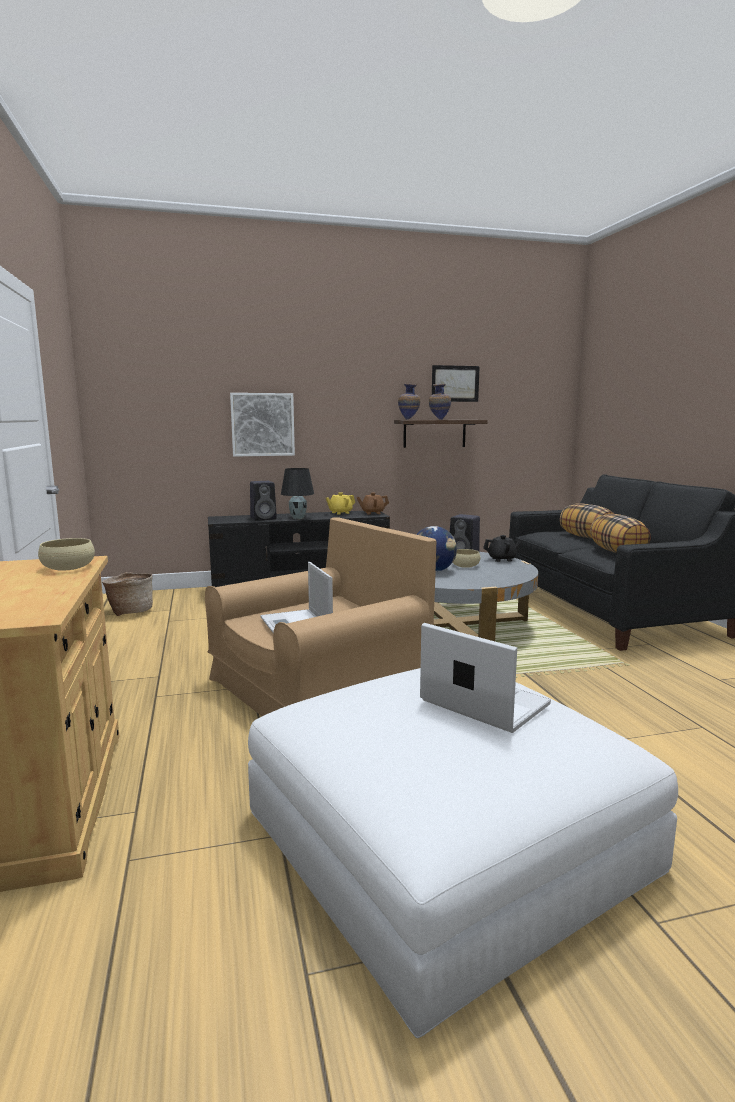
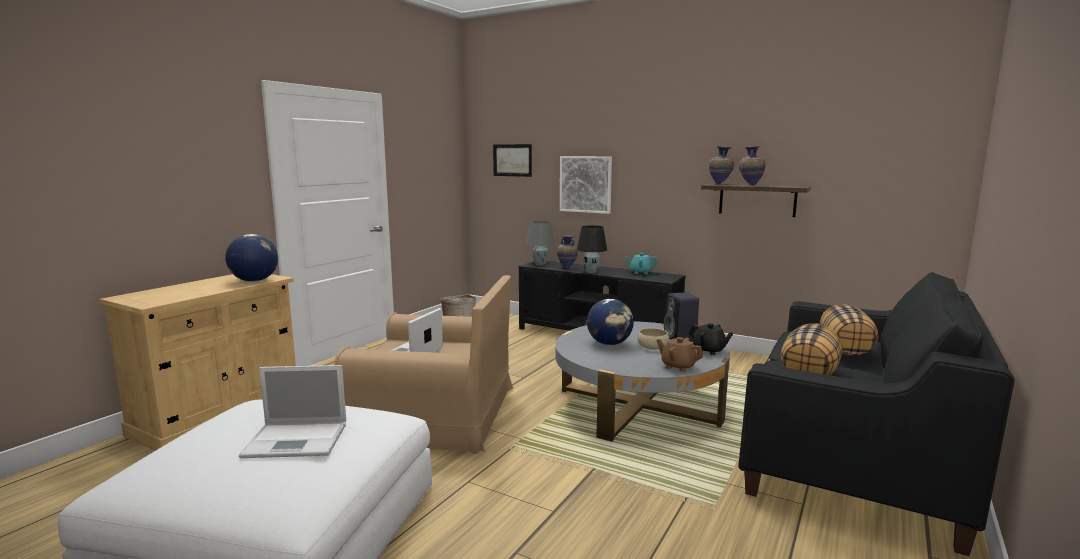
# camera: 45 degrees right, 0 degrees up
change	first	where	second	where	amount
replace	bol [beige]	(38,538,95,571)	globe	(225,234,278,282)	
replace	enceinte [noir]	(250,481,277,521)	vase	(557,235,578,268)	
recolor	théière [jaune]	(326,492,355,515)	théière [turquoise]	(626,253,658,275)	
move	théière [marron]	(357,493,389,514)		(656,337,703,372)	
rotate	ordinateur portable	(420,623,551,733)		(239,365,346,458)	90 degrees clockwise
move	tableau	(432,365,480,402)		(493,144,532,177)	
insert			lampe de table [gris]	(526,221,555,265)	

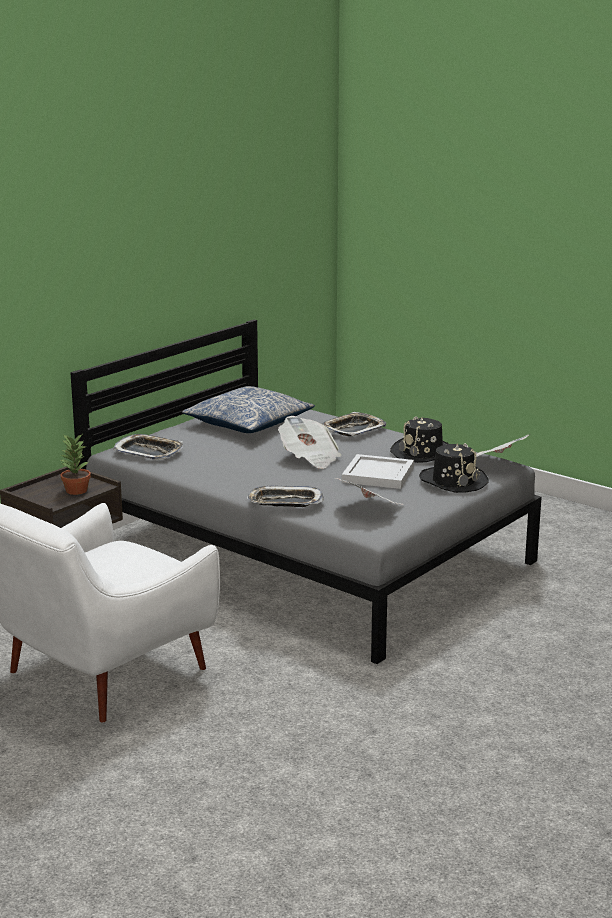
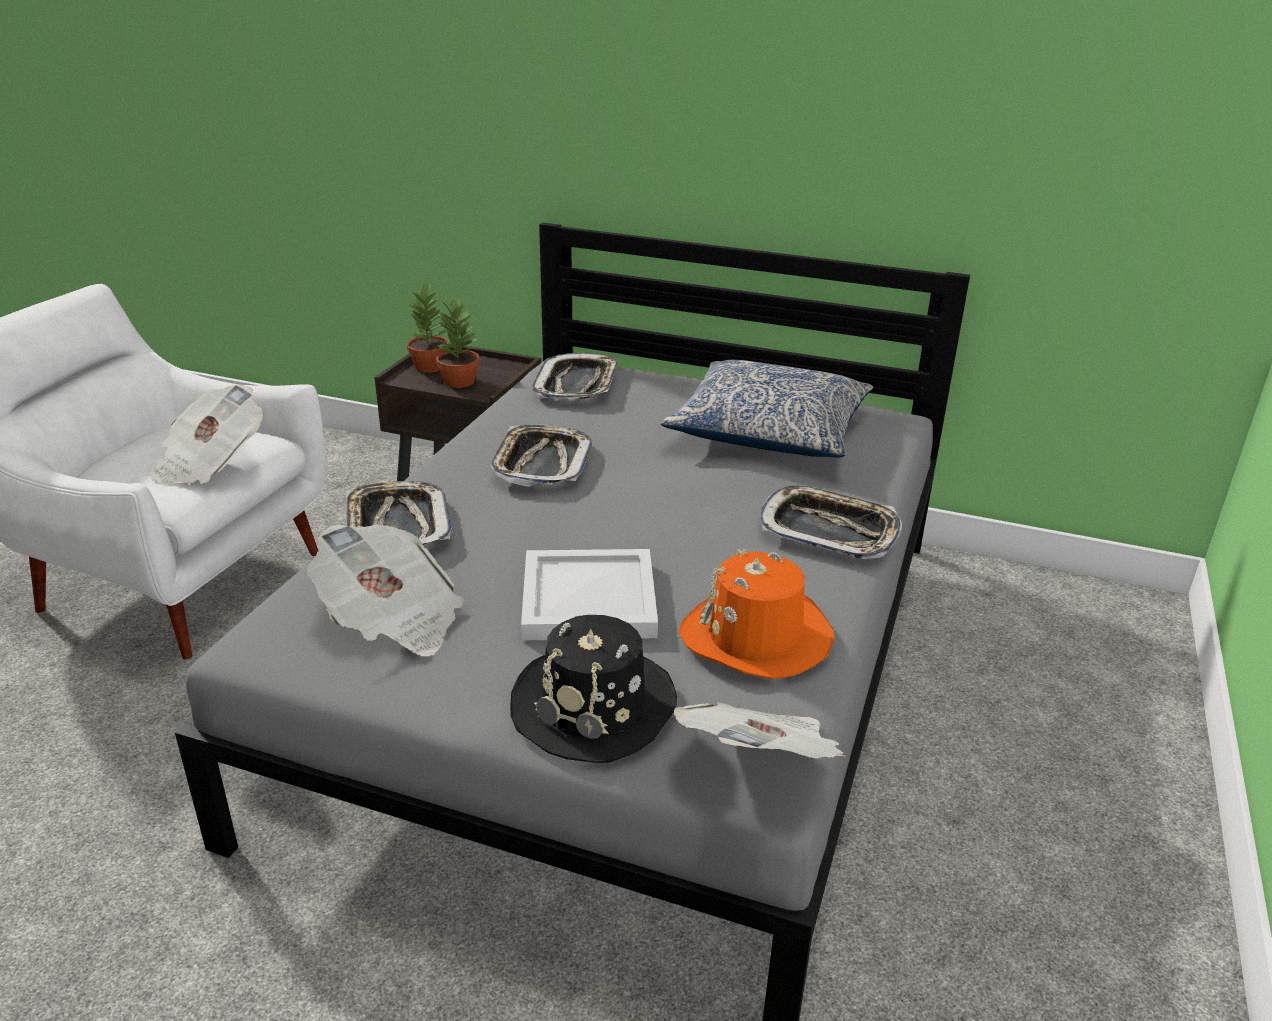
# camera: 70 degrees right, 10 degrees up
change	first	where	second	where	amount
move	journal	(278,416,341,469)		(150,384,263,484)	
recolor	chapeau [noir]	(390,416,449,463)	chapeau [orange]	(679,549,835,679)	
insert			plante en pot	(405,281,449,373)	
insert			plateau	(490,424,592,487)	

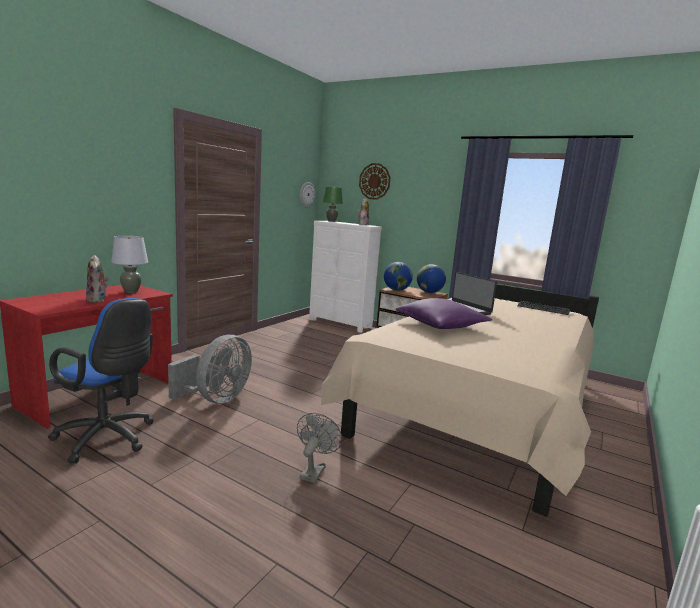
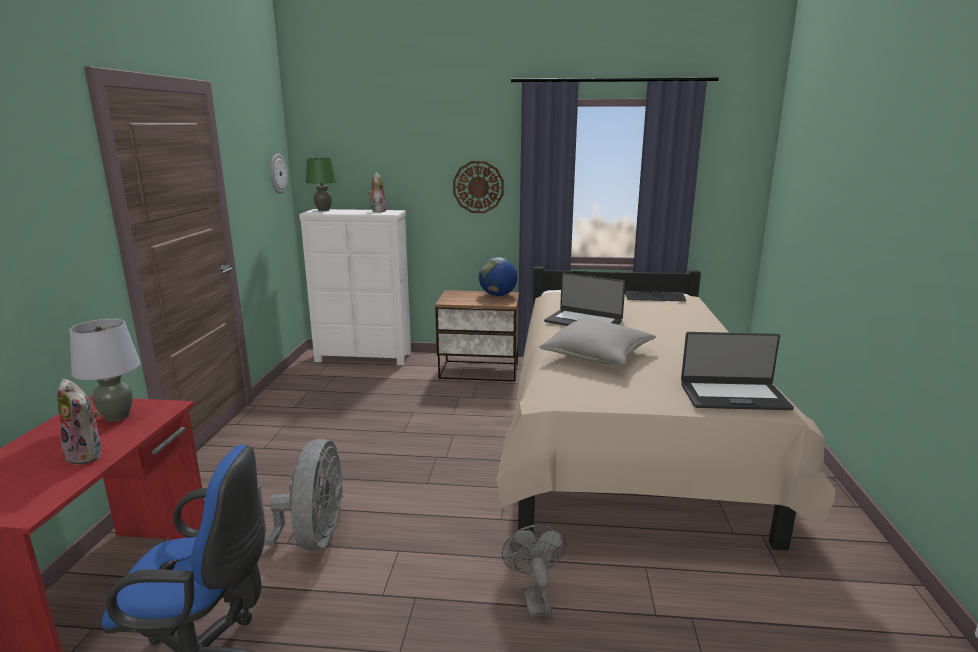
# camera: 25 degrees left, 5 degrees up
change	first	where	second	where	amount
move	horloge murale	(359,163,391,200)		(453,161,504,213)	
delete	globe	(384,262,413,291)			
recolor	coussin [violet]	(396,298,492,329)	coussin [gris]	(539,318,656,364)	
insert			ordinateur portable	(681,332,794,410)	

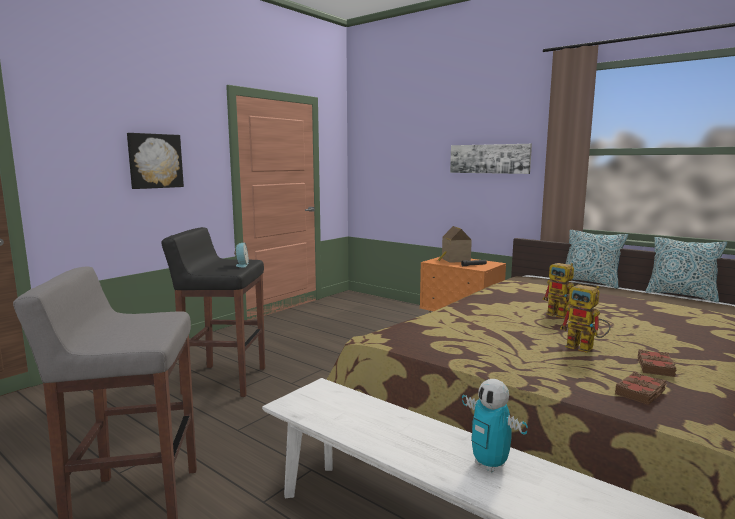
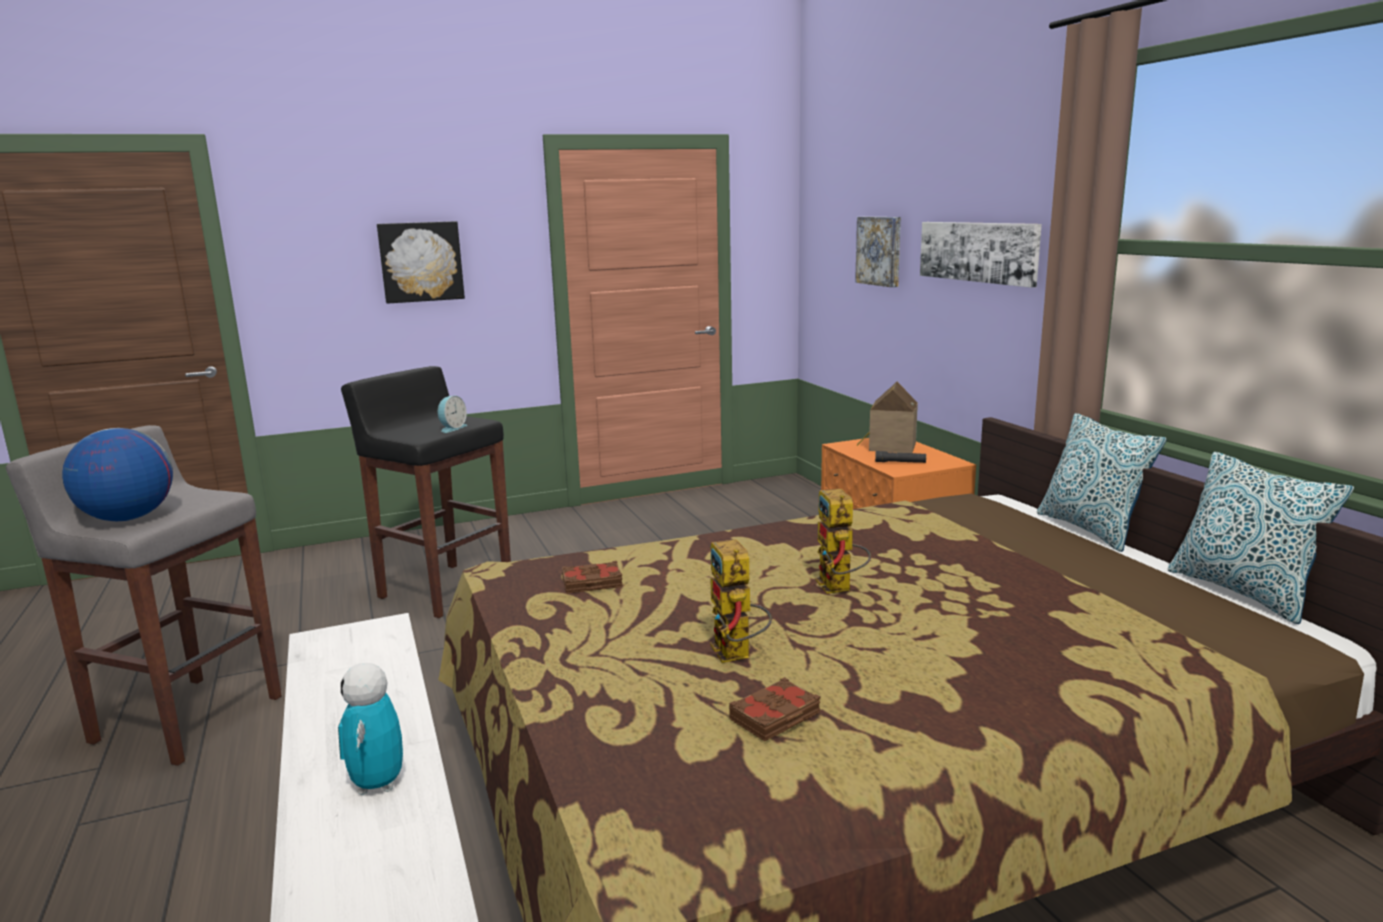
# camera: 30 degrees right, 5 degrees up
change	first	where	second	where	amount
move	livre [marron]	(615,371,666,405)		(562,561,623,594)	
insert			globe	(62,428,173,521)	
insert			tableau	(855,217,901,287)	

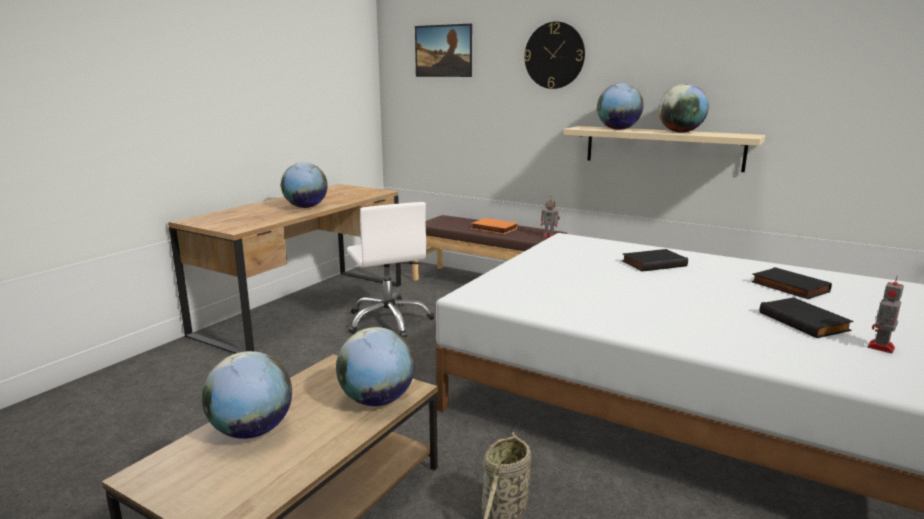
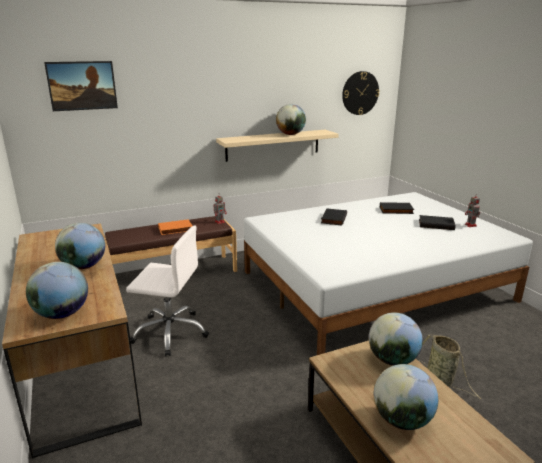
# camera: 55 degrees left, 5 degrees up
change	first	where	second	where	amount
move	horloge murale	(524,22,585,89)		(342,71,379,115)	
move	globe	(597,83,643,130)		(26,262,88,319)	

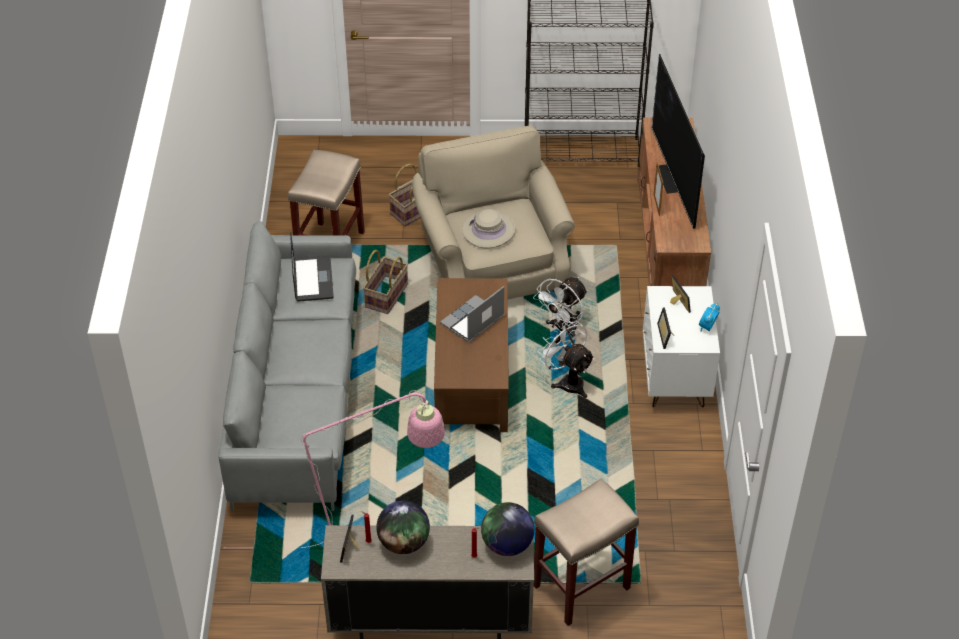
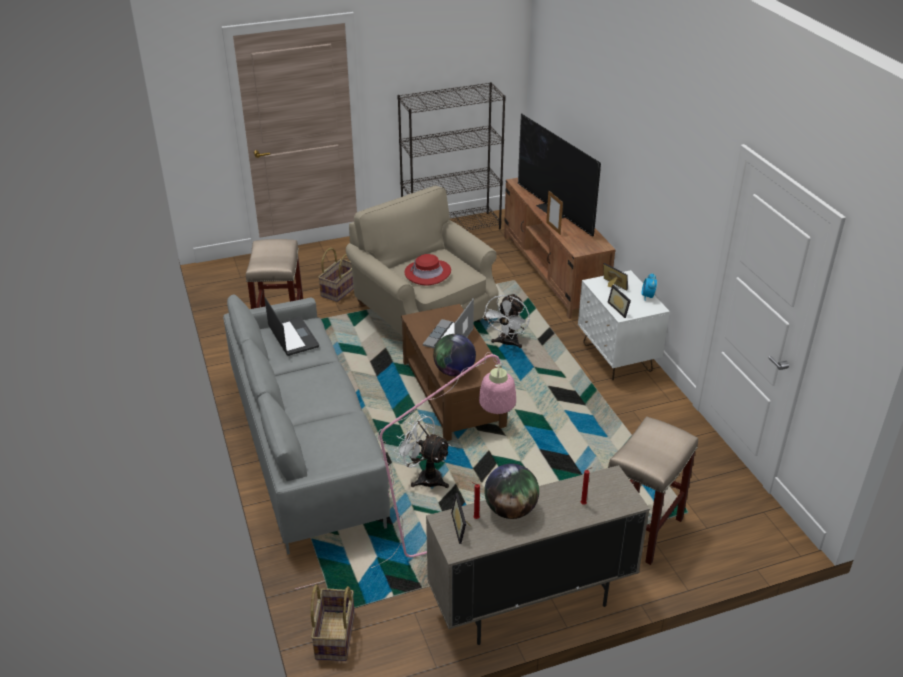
# camera: 20 degrees left, 10 degrees down
change	first	where	second	where	amount
move	panier	(363,250,408,314)		(311,585,355,661)	
recolor	chapeau [beige]	(462,209,516,249)	chapeau [rouge]	(404,254,451,285)	
move	globe	(481,502,535,556)		(433,334,476,376)	
move	ventilateur [blanc]	(538,319,595,398)		(394,413,451,488)	

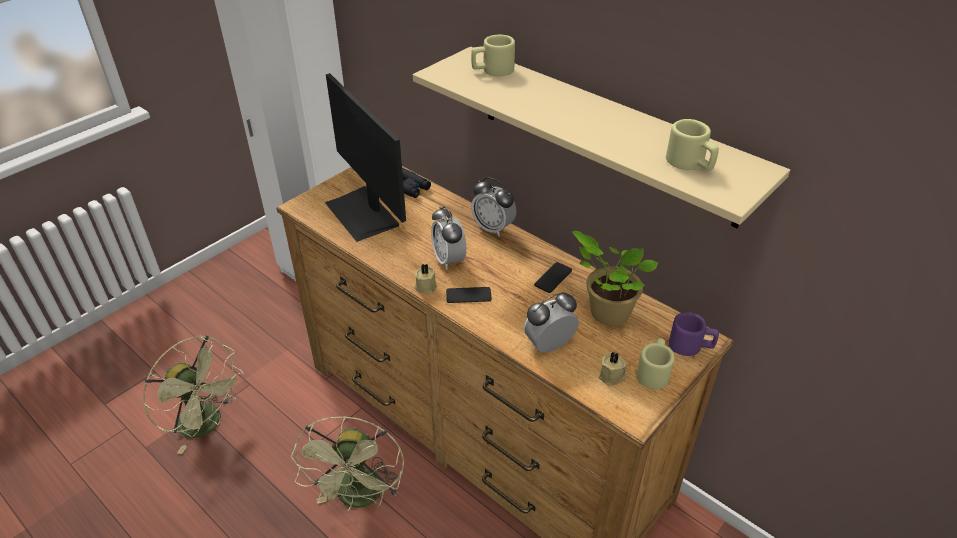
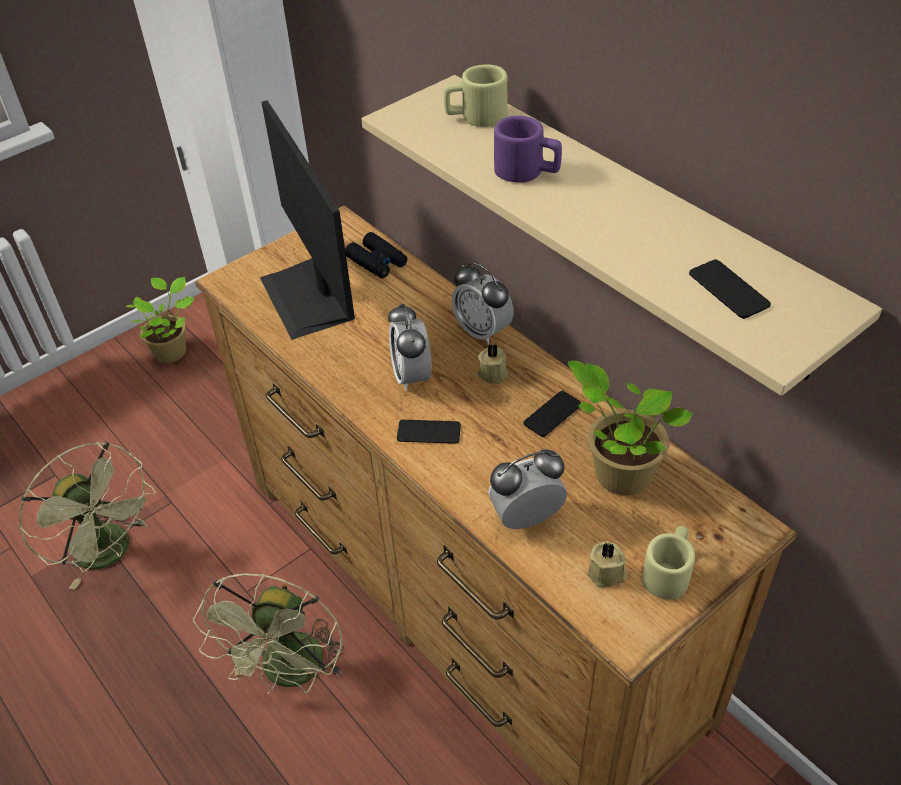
# camera: 10 degrees right, 5 degrees up
change	first	where	second	where	amount
move	bougie [beige]	(414,264,437,294)		(478,344,508,384)	
replace	mug [beige]	(666,119,719,170)	téléphone	(689,259,771,319)	
move	mug [violet]	(669,312,719,356)		(494,116,562,183)	
insert			plante en pot	(125,277,194,363)	

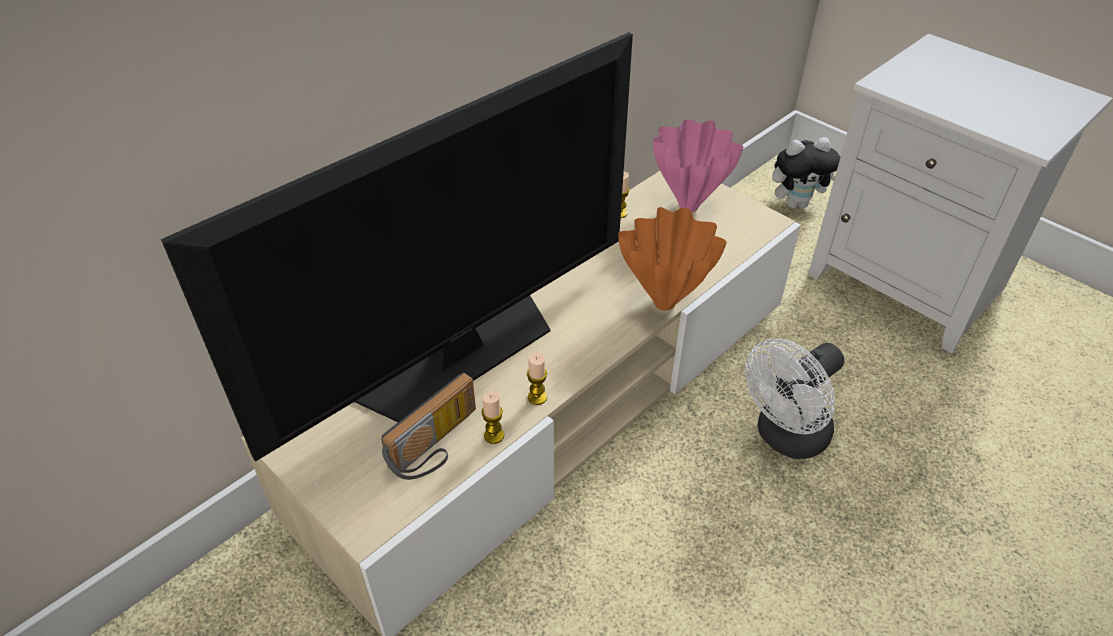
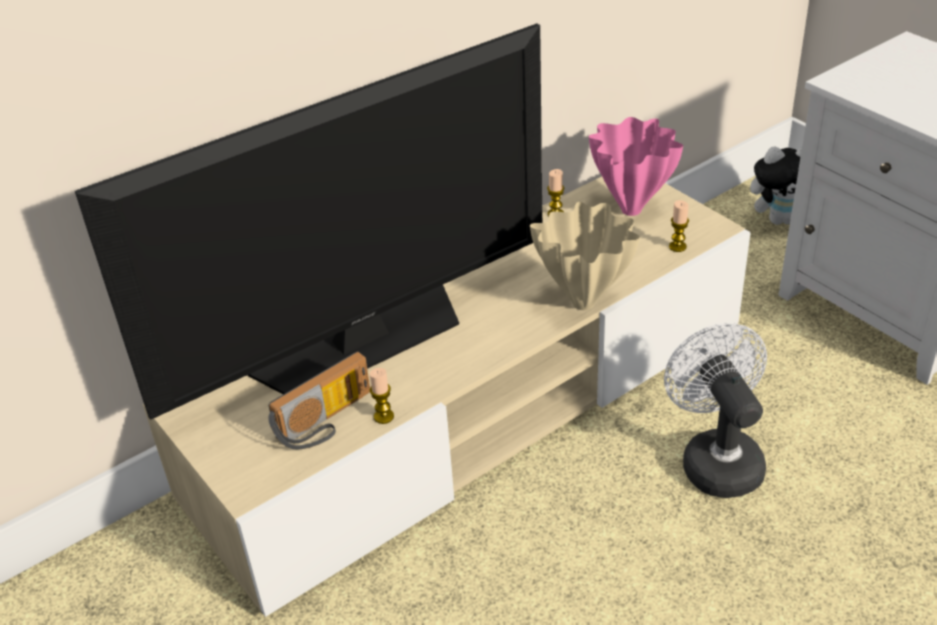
# camera: 10 degrees right, 5 degrees down
change	first	where	second	where	amount
move	bougie	(527,352,547,405)		(669,200,689,252)	
recolor	vase [orange]	(618,207,727,311)	vase [beige]	(530,202,640,310)	
rotate	ventilateur [blanc]	(745,339,844,459)		(664,323,767,498)	105 degrees clockwise

